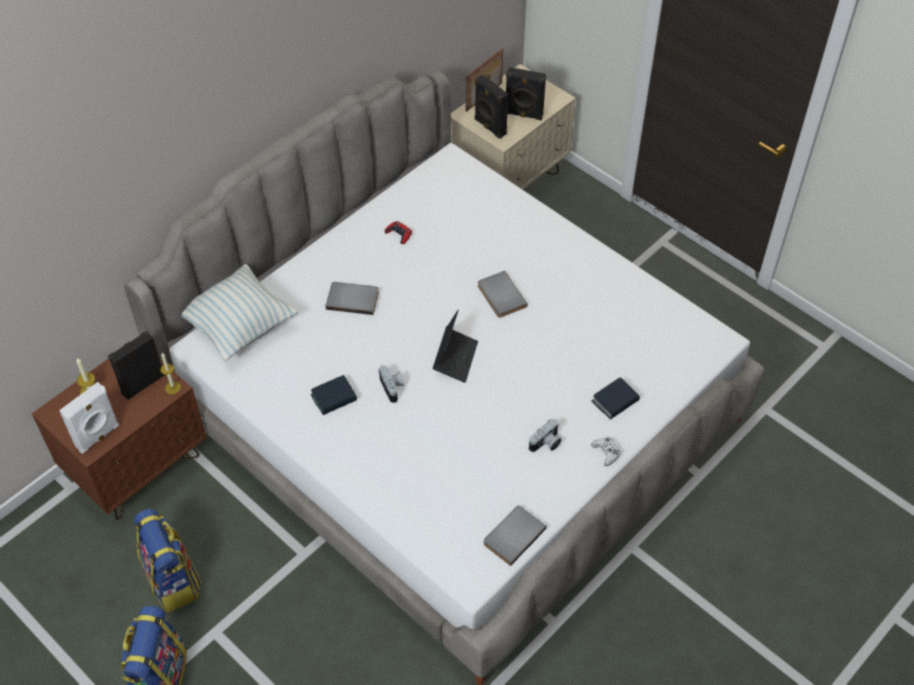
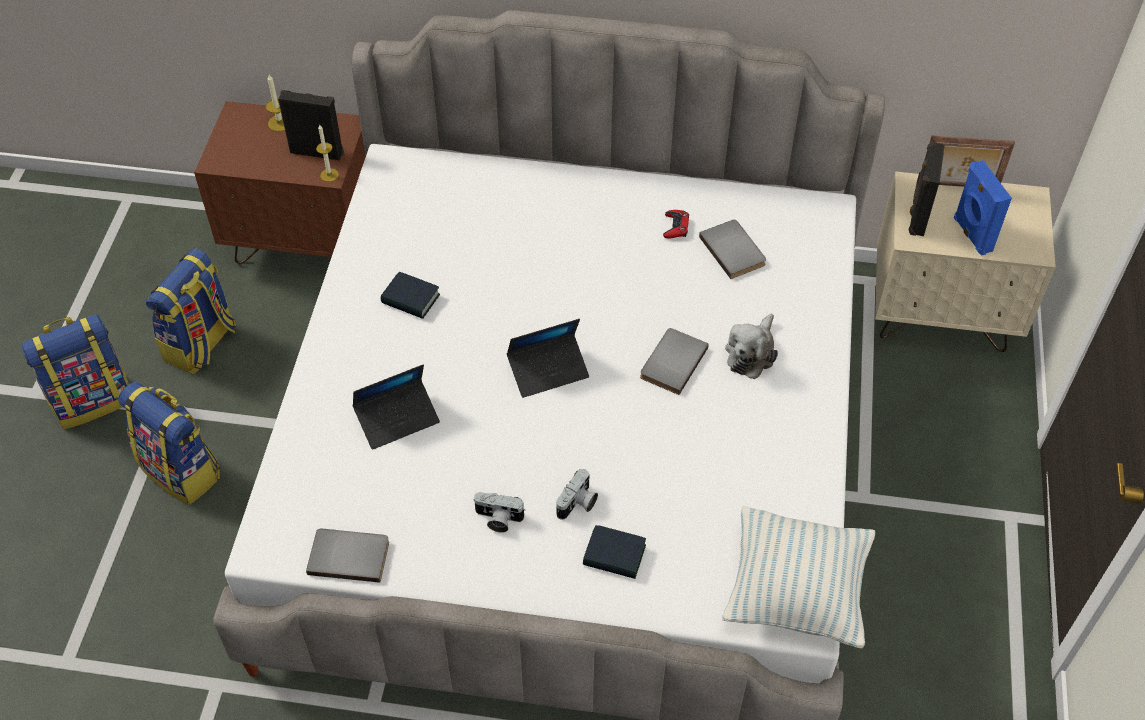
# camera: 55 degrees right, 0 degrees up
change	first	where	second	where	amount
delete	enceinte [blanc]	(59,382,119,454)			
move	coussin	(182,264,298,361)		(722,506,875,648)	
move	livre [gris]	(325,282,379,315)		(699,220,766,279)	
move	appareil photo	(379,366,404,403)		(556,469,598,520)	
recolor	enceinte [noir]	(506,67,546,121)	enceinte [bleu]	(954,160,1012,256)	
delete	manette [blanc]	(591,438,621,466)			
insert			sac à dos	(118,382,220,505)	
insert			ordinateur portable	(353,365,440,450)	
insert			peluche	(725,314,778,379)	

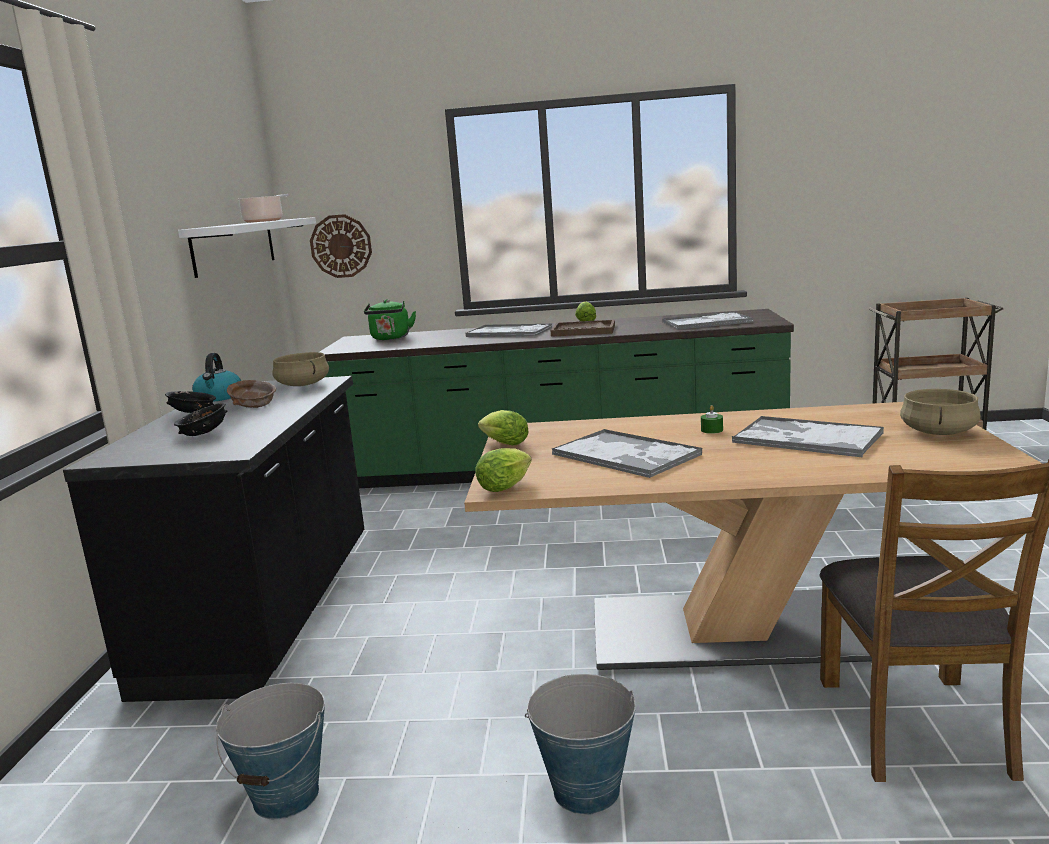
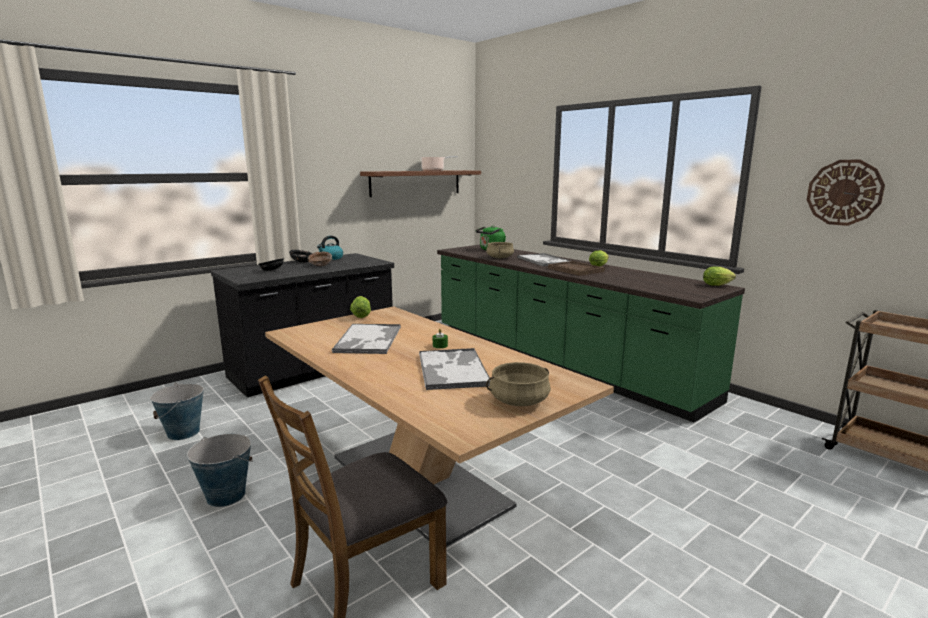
# camera: 45 degrees right, 0 degrees up
change	first	where	second	where	amount
recolor	étagère [blanc]	(178,217,316,278)	étagère [marron]	(360,170,481,197)	
move	marmite [beige]	(272,352,329,386)		(486,242,514,258)	
move	horloge murale	(310,214,372,278)		(807,160,885,226)	
move	laitue	(475,448,532,492)		(703,267,736,286)	
delete	plateau	(662,311,753,330)			

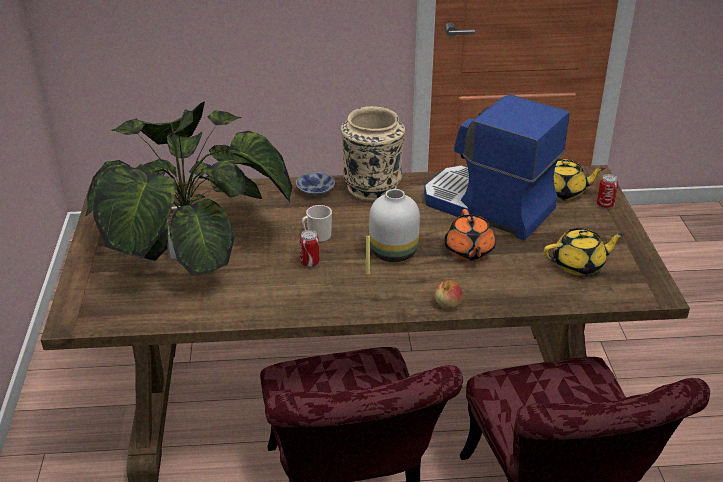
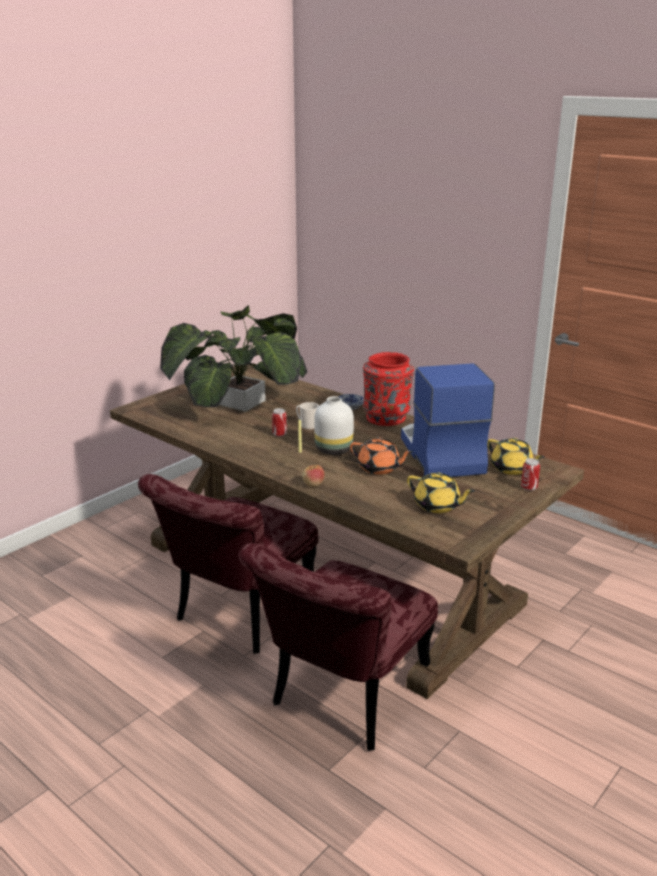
# camera: 45 degrees right, 10 degrees down
change	first	where	second	where	amount
recolor	vase [beige]	(341,106,405,201)	vase [rouge]	(363,352,414,426)	
rotate	théière [orange]	(444,209,495,261)		(350,438,413,475)	105 degrees counterclockwise

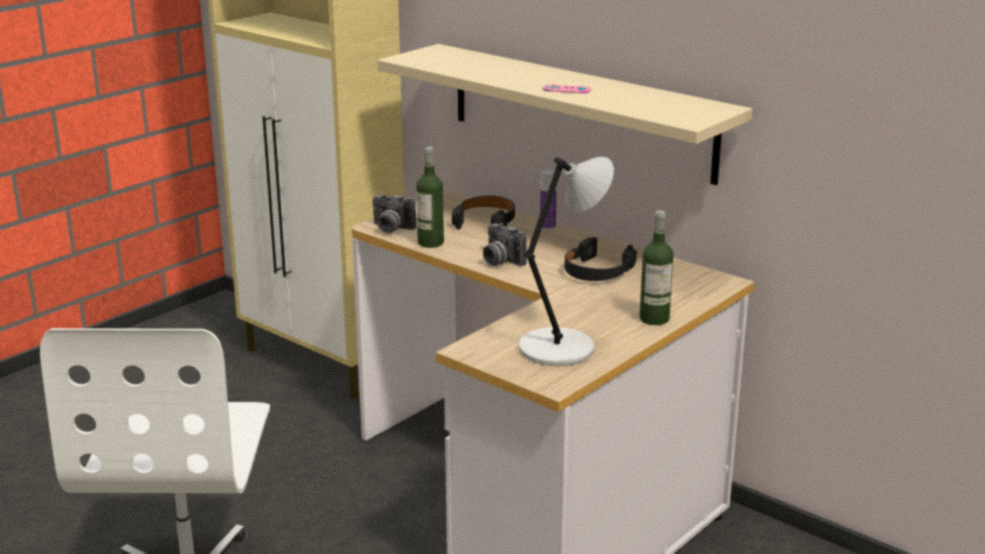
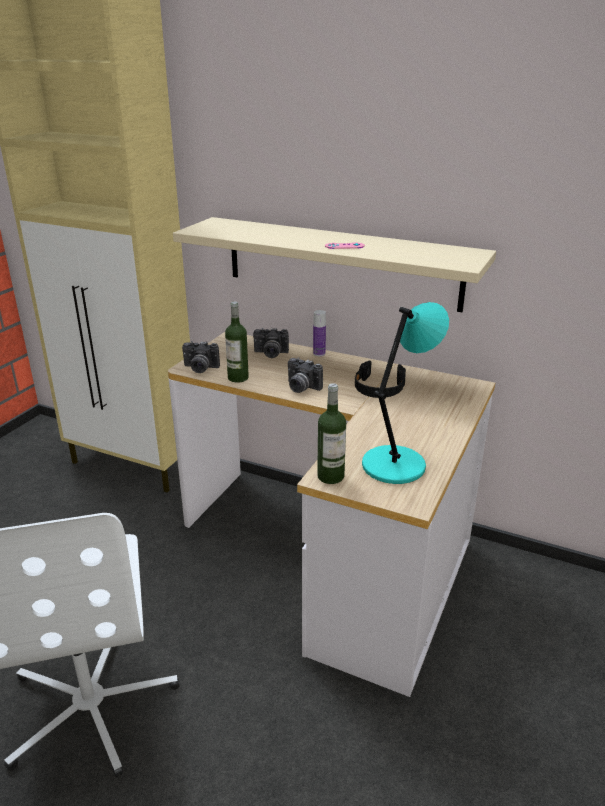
# camera: 15 degrees left, 5 degrees up
change	first	where	second	where	amount
replace	casque audio [noir]	(452,195,515,229)	appareil photo	(253,328,289,358)	
recolor	lampe de table [gris]	(519,156,614,366)	lampe de table [turquoise]	(362,302,449,484)	
move	bouteille	(639,211,674,325)		(317,383,346,484)	

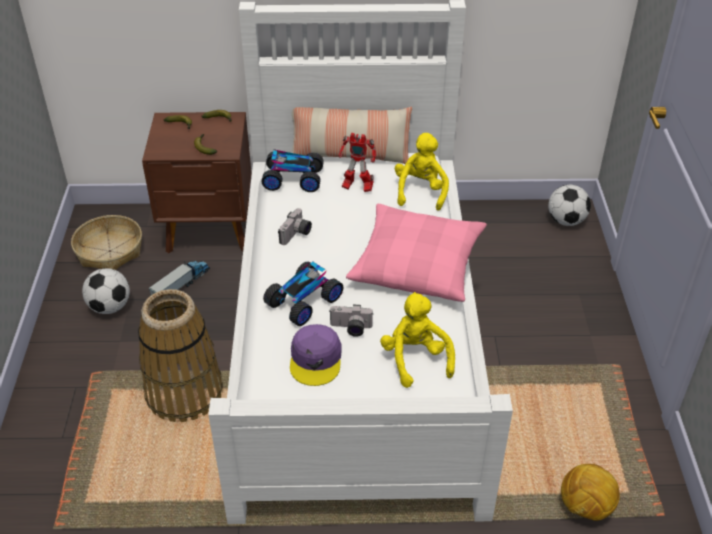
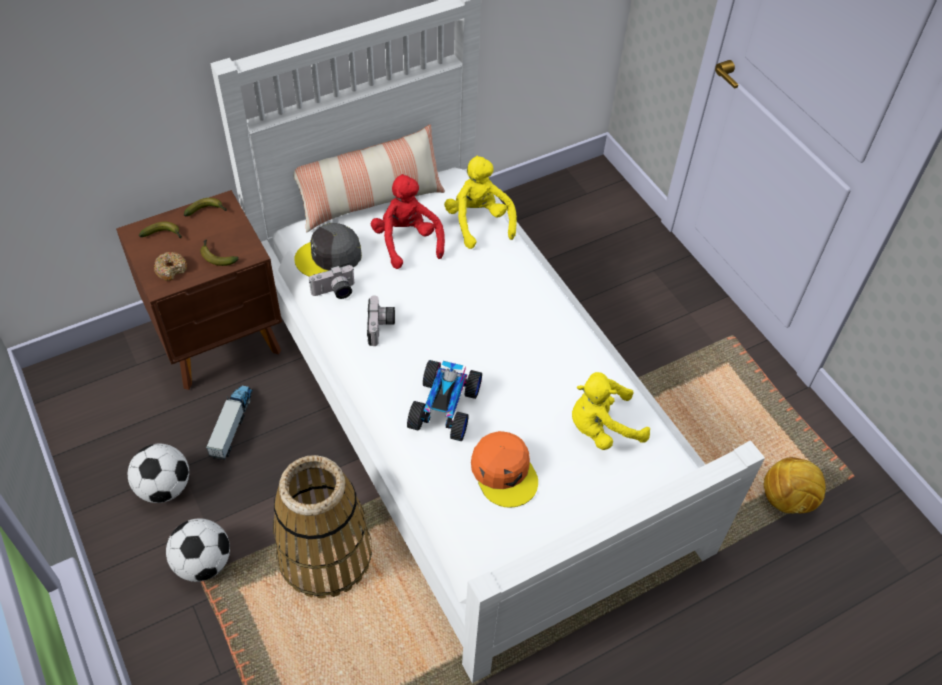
# camera: 30 degrees left, 10 degrees up
change	first	where	second	where	amount
delete	panier	(71,215,142,270)			
replace	petite voiture	(261,149,324,192)	casquette [gris]	(294,223,362,277)	
recolor	casquette [violet]	(290,324,342,386)	casquette [orange]	(471,431,538,508)	
move	appareil photo	(329,304,373,337)		(309,265,355,299)	
replace	robot jouet	(338,133,376,192)	peluche [rouge]	(371,174,445,269)	
delete	coussin [rose]	(346,204,487,302)			
rotate	peluche [jaune]	(380,292,455,388)		(572,372,650,450)	60 degrees counterclockwise
move	ballon de foot	(548,185,591,226)		(166,518,230,582)	
insert			beignet	(154,252,187,281)	

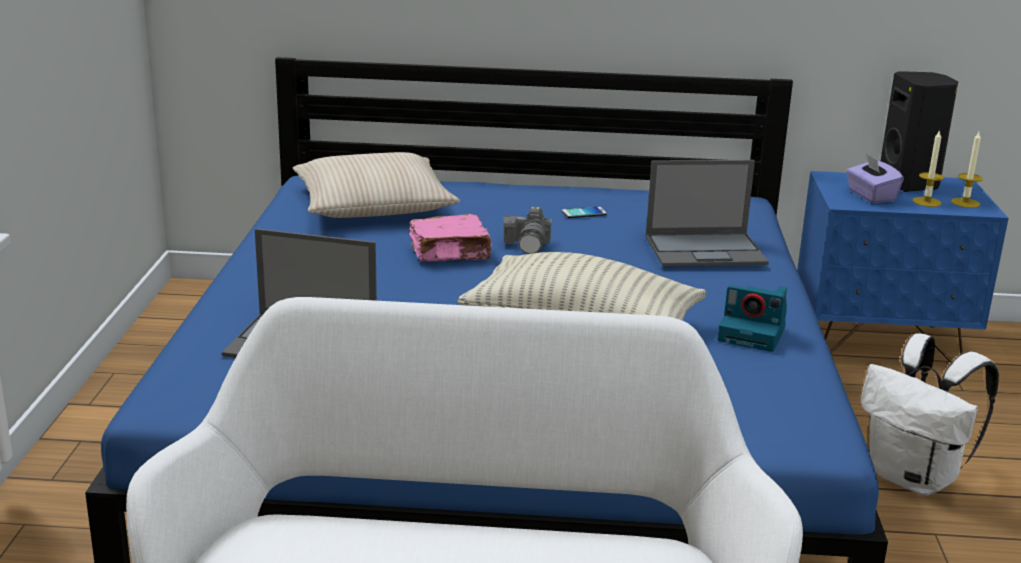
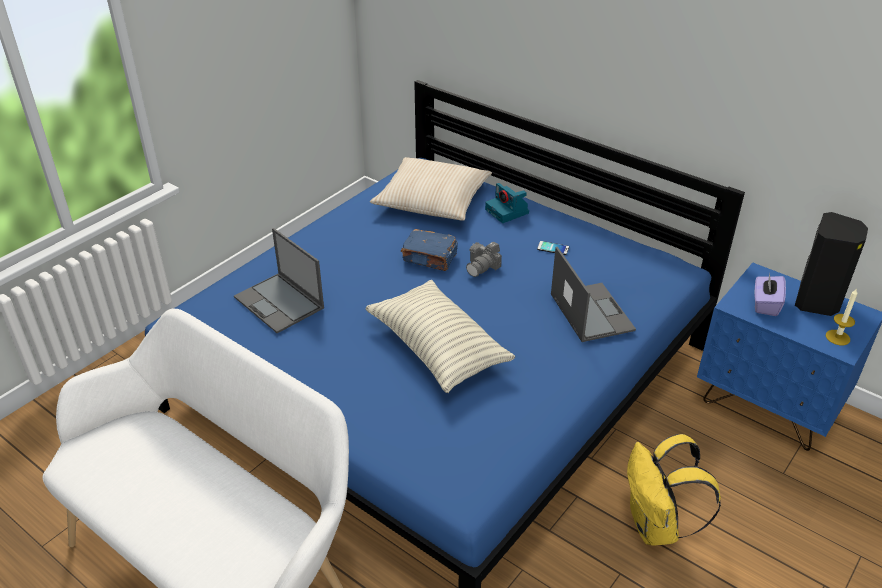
# camera: 35 degrees right, 15 degrees up
change	first	where	second	where	amount
recolor	livre [rose]	(409,214,493,261)	livre [bleu]	(401,229,458,271)	
rotate	ordinateur portable	(646,160,769,267)		(551,247,636,342)	135 degrees counterclockwise
move	appareil photo	(717,285,787,352)		(485,183,529,223)	
recolor	sac à dos [blanc]	(861,333,999,495)	sac à dos [jaune]	(627,434,721,545)	
delete	bougie	(913,129,944,207)			

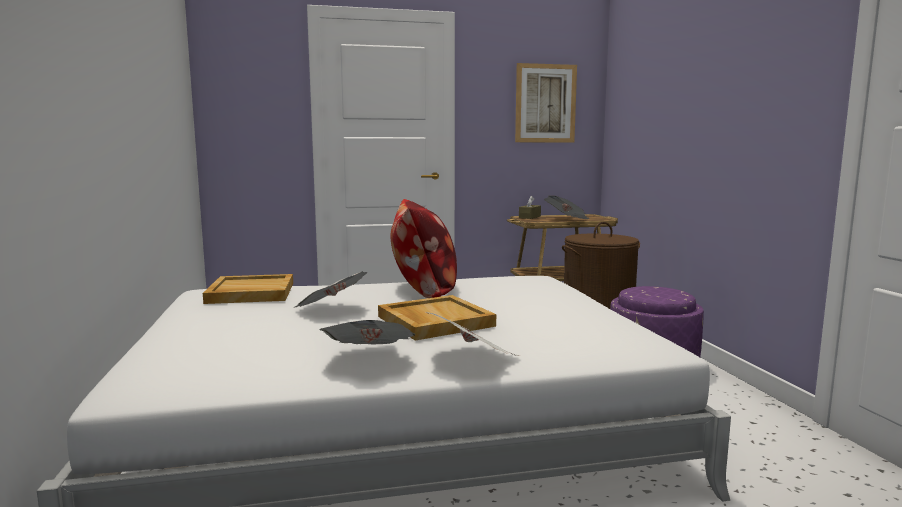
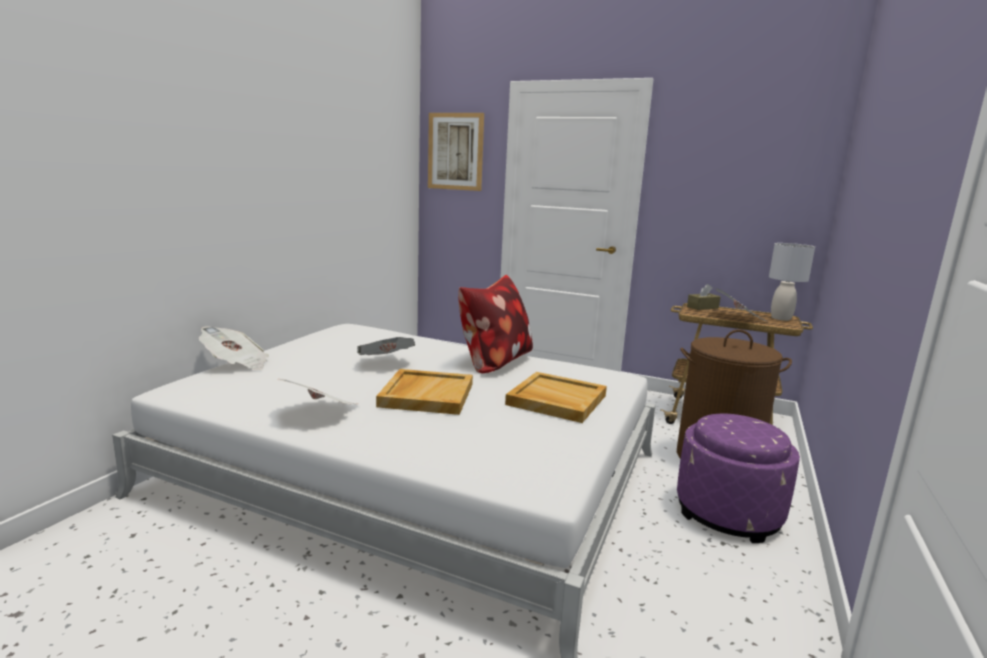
# camera: 35 degrees right, 5 degrees up
change	first	where	second	where	amount
move	plateau [beige]	(203,274,293,304)		(505,372,607,423)	
move	journal	(427,312,521,356)		(199,326,269,370)	
move	tableau	(515,63,577,143)		(428,113,484,191)	
insert			lampe de table [gris]	(769,243,815,321)	

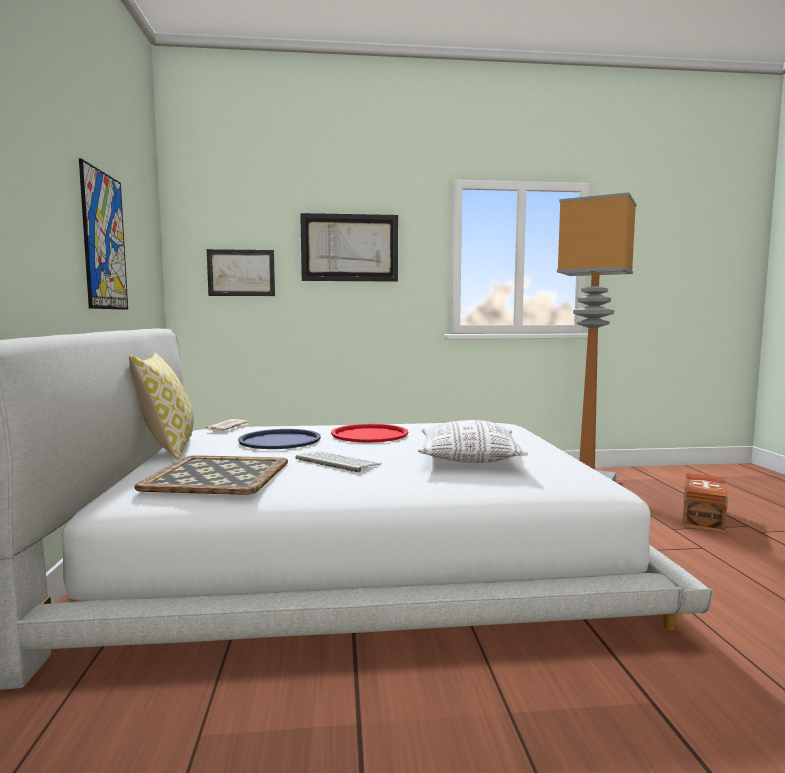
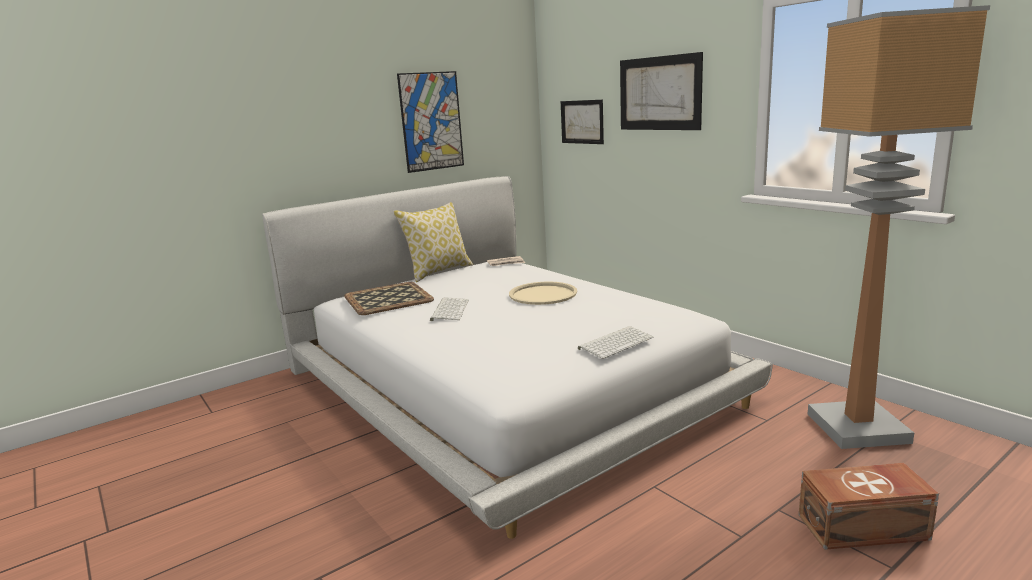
# camera: 60 degrees right, 10 degrees up
change	first	where	second	where	amount
delete	plateau [bleu]	(238,429,321,449)			
recolor	plateau [rouge]	(331,424,408,442)	plateau [beige]	(509,282,577,305)	
delete	coussin	(418,420,528,463)			
insert			clavier	(578,326,654,359)	

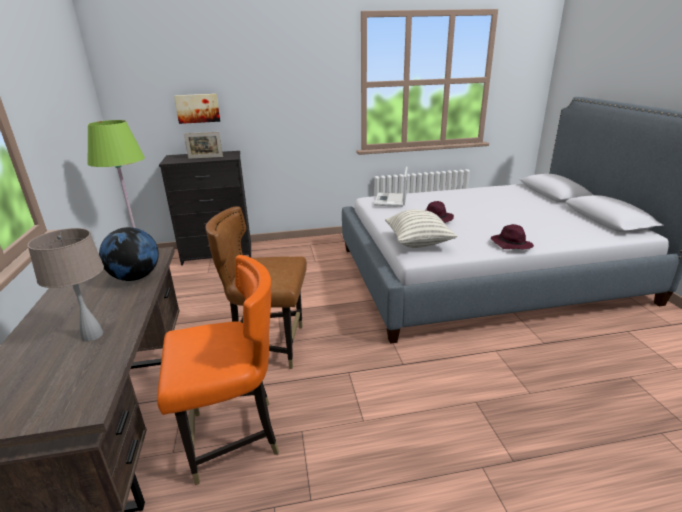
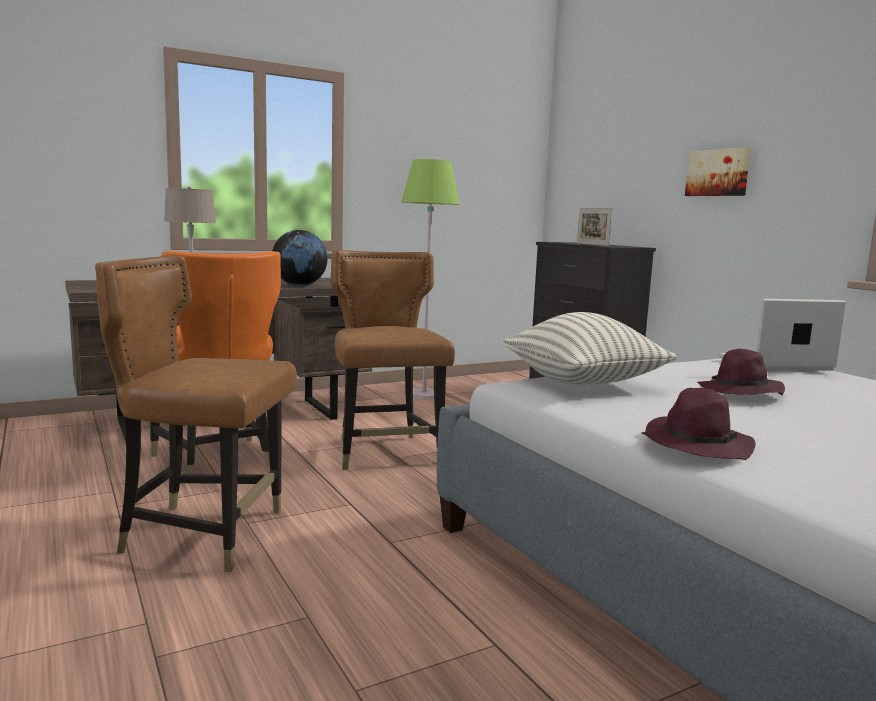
# camera: 70 degrees right, 15 degrees down
change	first	where	second	where	amount
move	tableau	(174,94,220,124)		(685,147,751,196)	
insert			chaise [marron]	(95,256,297,572)	

